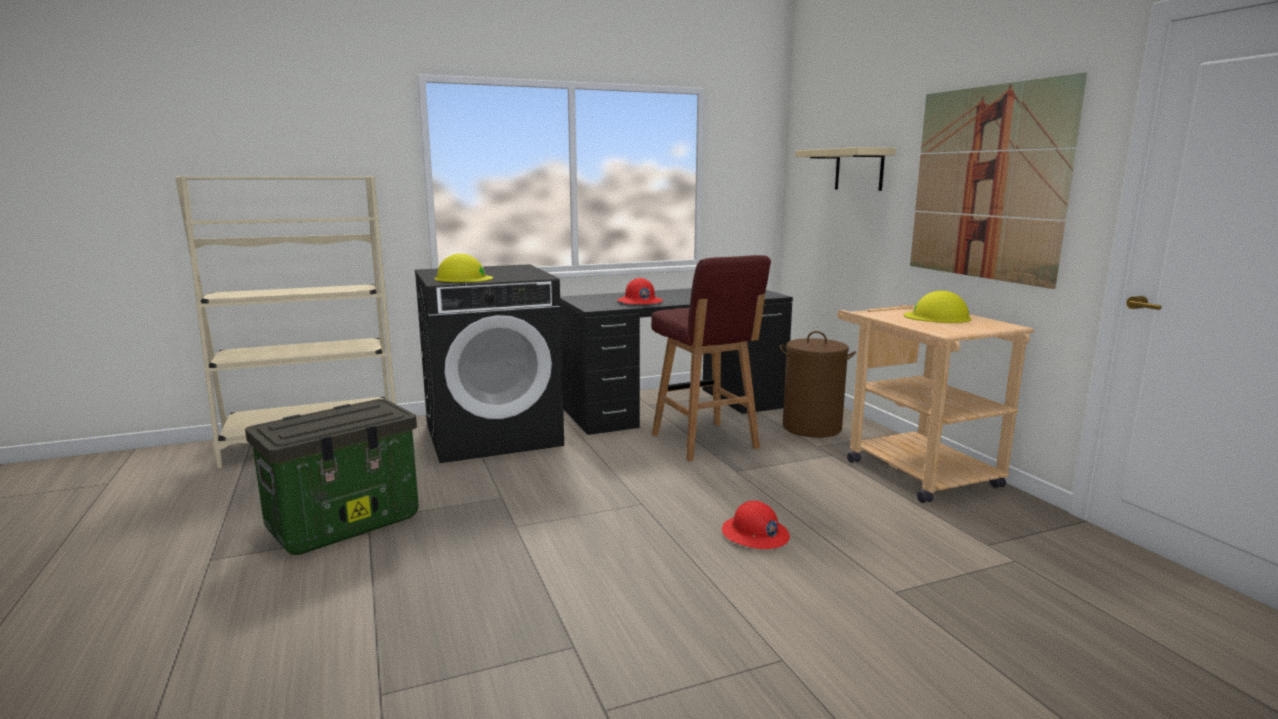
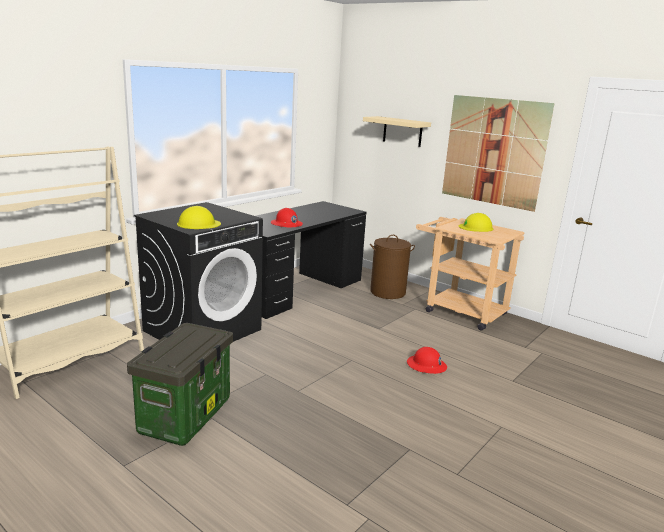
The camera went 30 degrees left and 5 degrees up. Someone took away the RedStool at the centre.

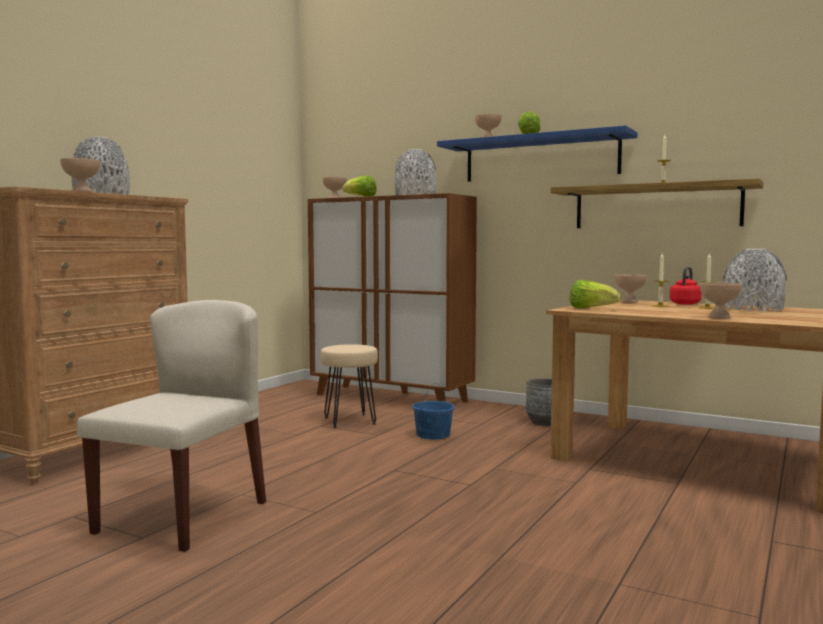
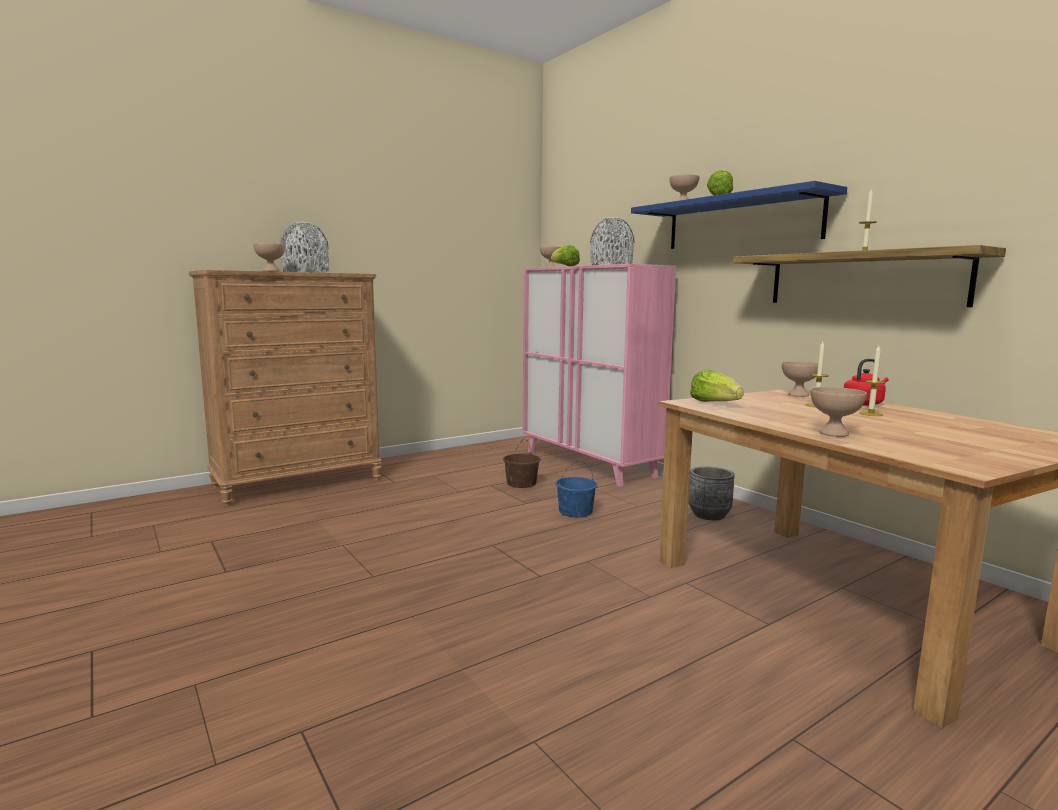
The camera went 25 degrees right and 5 degrees up. Someone repainted the BrownCabinet at the centre, which became the PinkCabinet at the centre. Someone took away the GreyVase (3rd from left) at the middle right. Someone took away the BeigeChair at the bottom left. Someone swapped the BeigeStool at the centre for the BrownBucket at the centre.

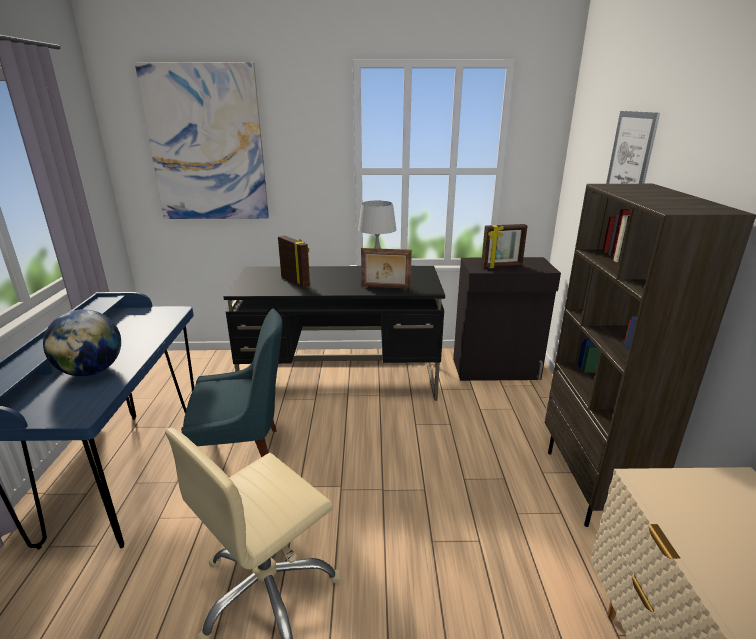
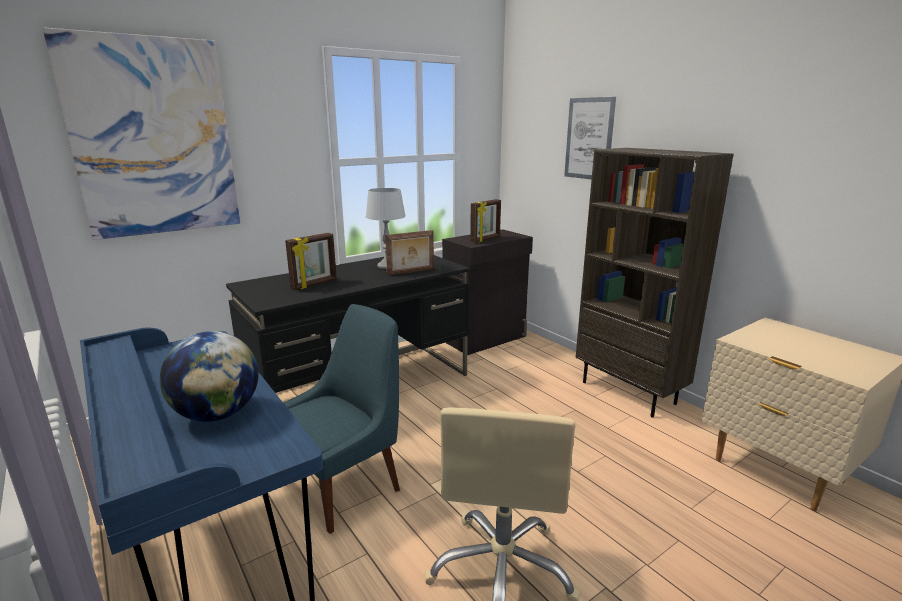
The camera went 35 degrees left and 5 degrees down. Someone rotated the PictureFrame (1st from left) at the centre by 120 degrees clockwise.

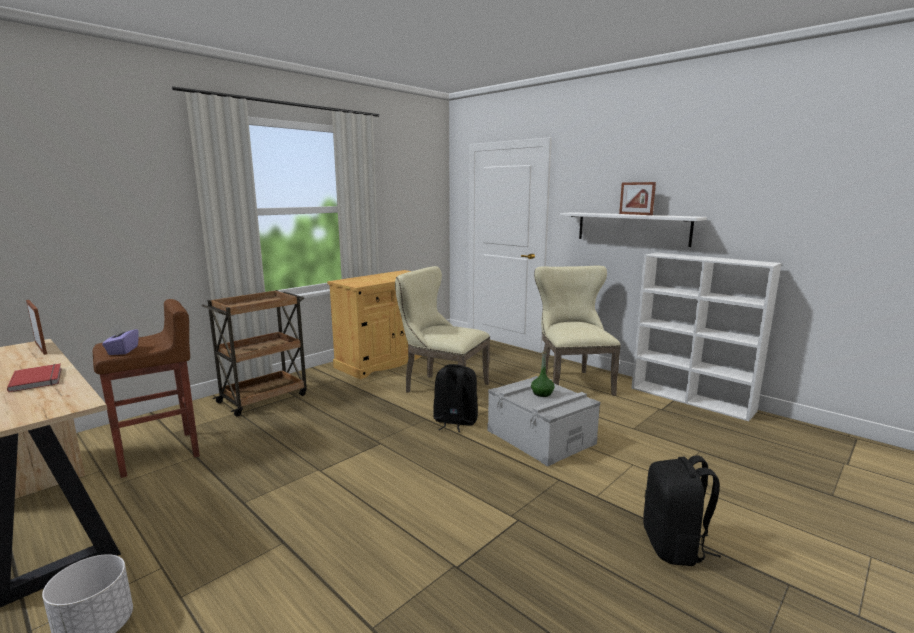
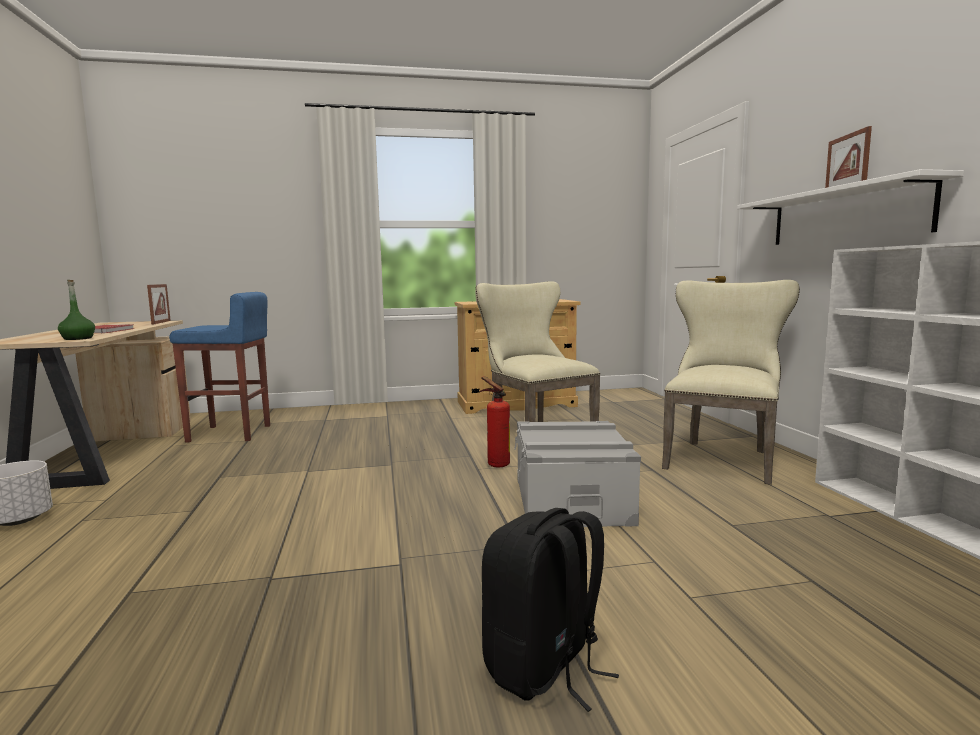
The camera went 35 degrees right and 5 degrees down. Someone took away the BrownCart at the middle left. Someone repainted the BrownStool at the middle left, which became the BlueStool at the middle left. Someone took away the PurpleTissueBox at the middle left. Someone carried the GreenBottle from the centre to the middle left. Someone swapped the BlackBackpack (1st from left) at the centre for the FireExtinguisher at the centre.

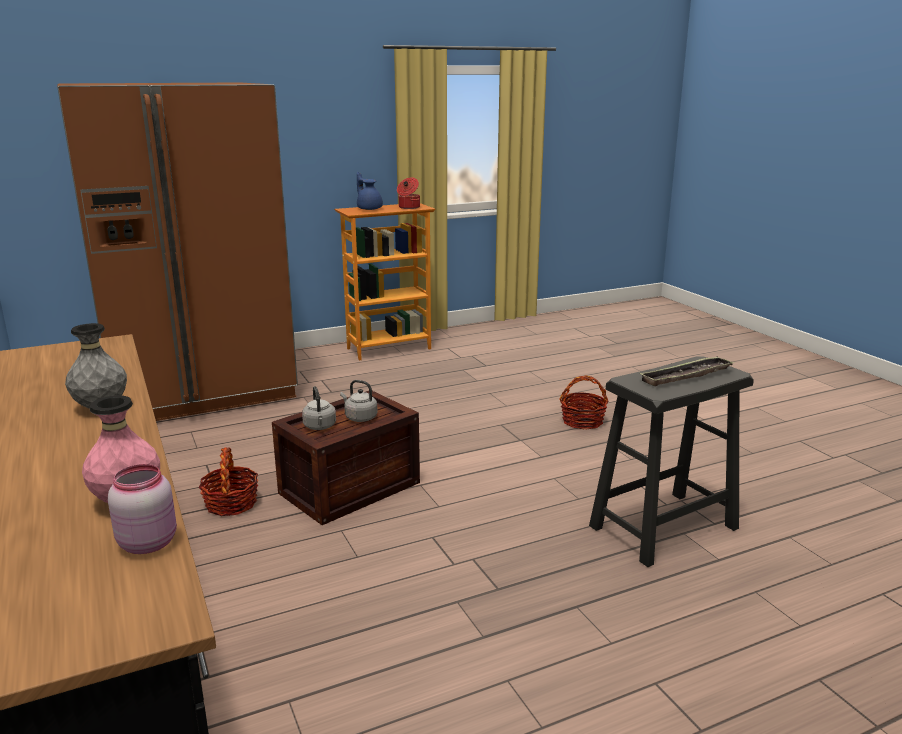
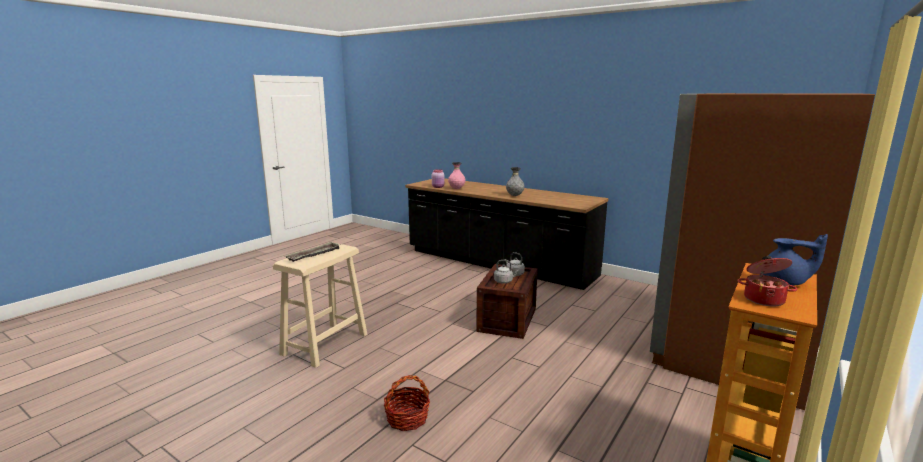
The camera went 150 degrees right and 5 degrees down. Someone repainted the BlackStool at the middle right, which became the BeigeStool at the centre. Someone took away the Basket (1st from left) at the middle left.

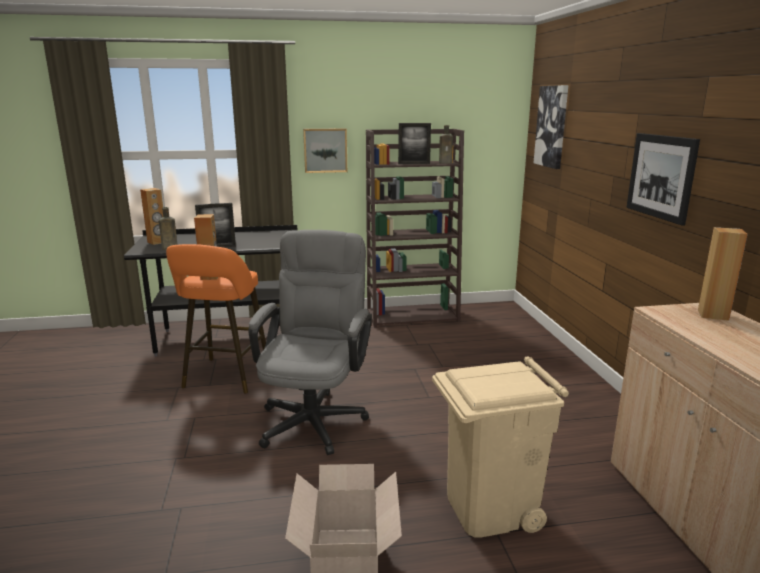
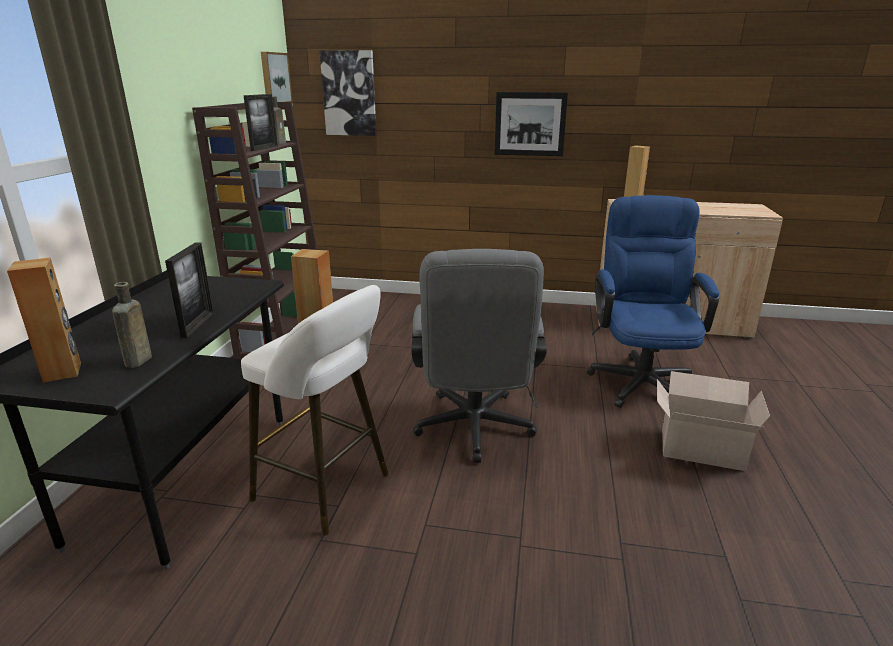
The camera went 70 degrees left and 5 degrees up. Someone carried the Picture (1st from left) from the top centre to the top left. Someone rotated the GreyOfficeChair at the centre by 120 degrees counterclockwise. Someone repainted the OrangeStool at the middle left, which became the WhiteStool at the centre. Someone swapped the BeigeTrashCan at the bottom centre for the BlueOfficeChair at the middle right.

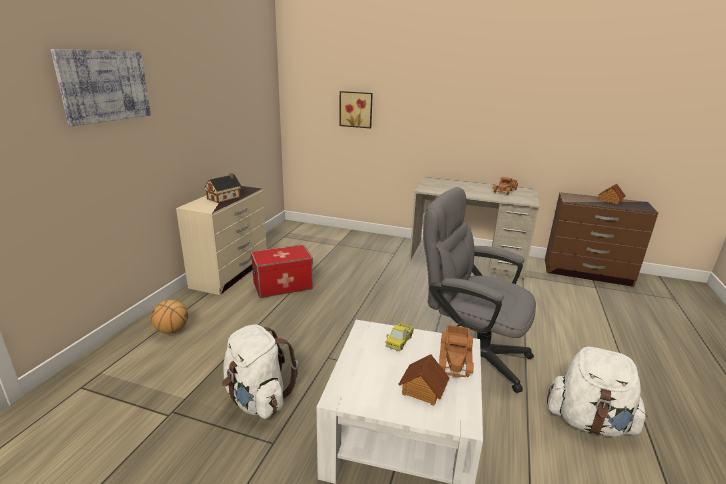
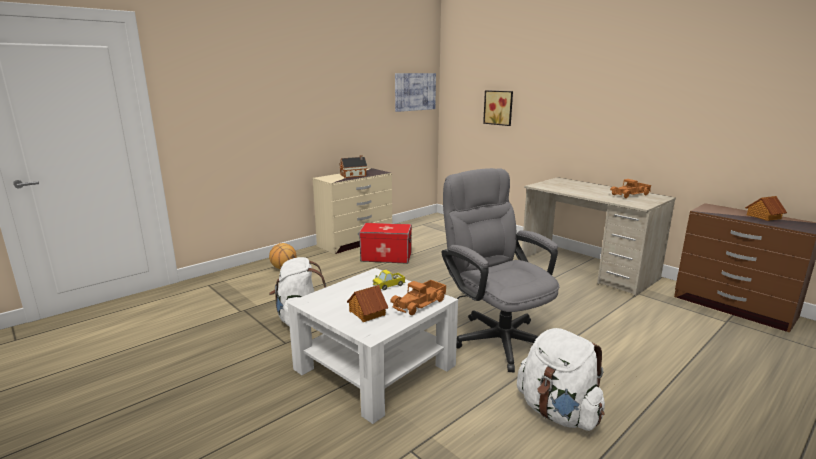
The camera went 30 degrees right and 5 degrees down. Someone carried the Picture (1st from left) from the top left to the top centre.

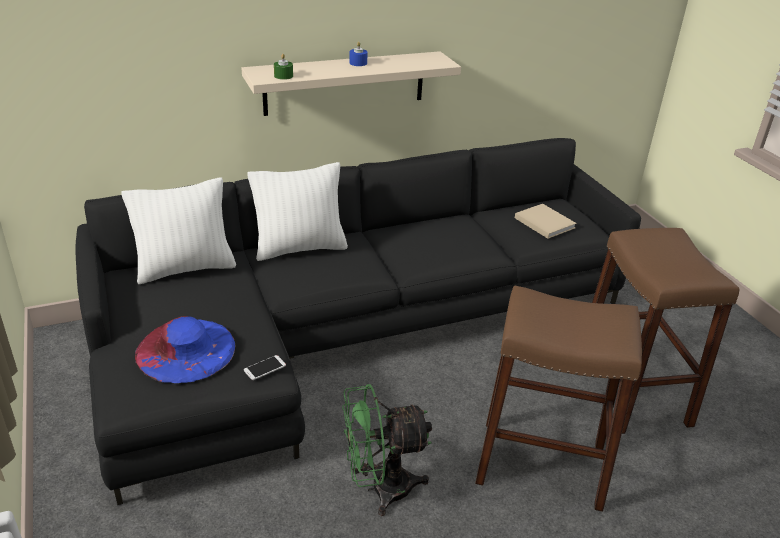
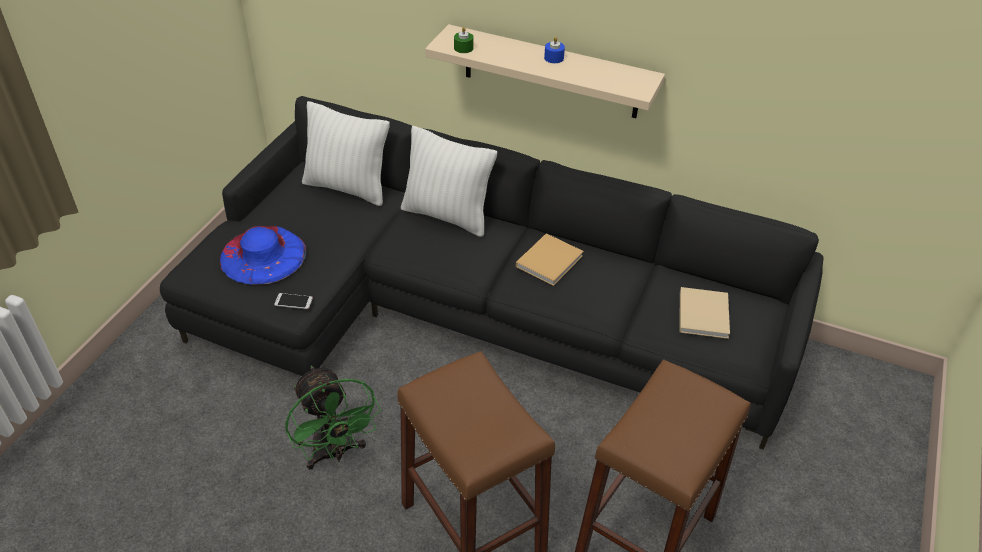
The camera went 45 degrees right and 10 degrees up. Someone rotated the GreenFan at the bottom centre by 150 degrees counterclockwise. Someone put down the BeigeBook (1st from left) at the centre.

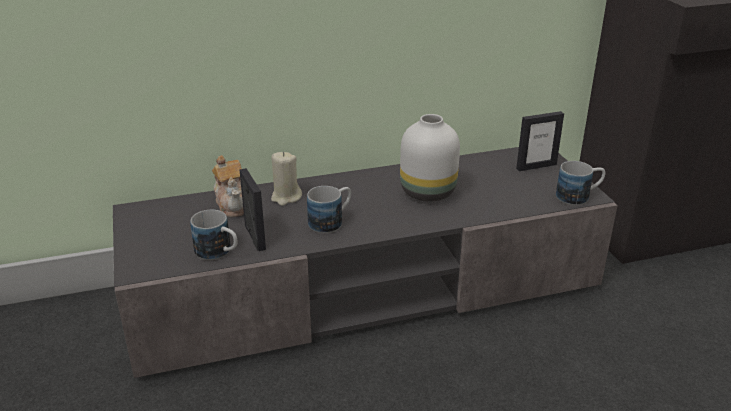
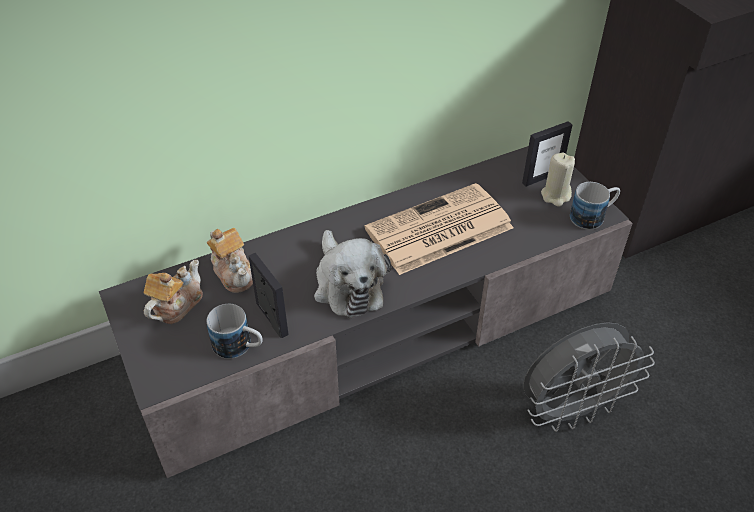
The camera went 10 degrees left and 15 degrees up. Someone swapped the WhiteVase at the centre for the Newspaper at the centre. Someone carried the BeigeCandle from the centre to the middle right. Someone swapped the Mug (2nd from left) at the centre for the PlushToy at the centre. Someone put down the Teapot (1st from left) at the middle left. Someone put down the GreyFan at the bottom right.

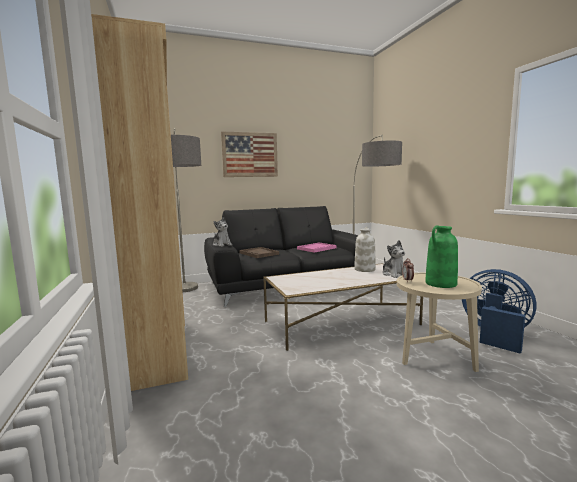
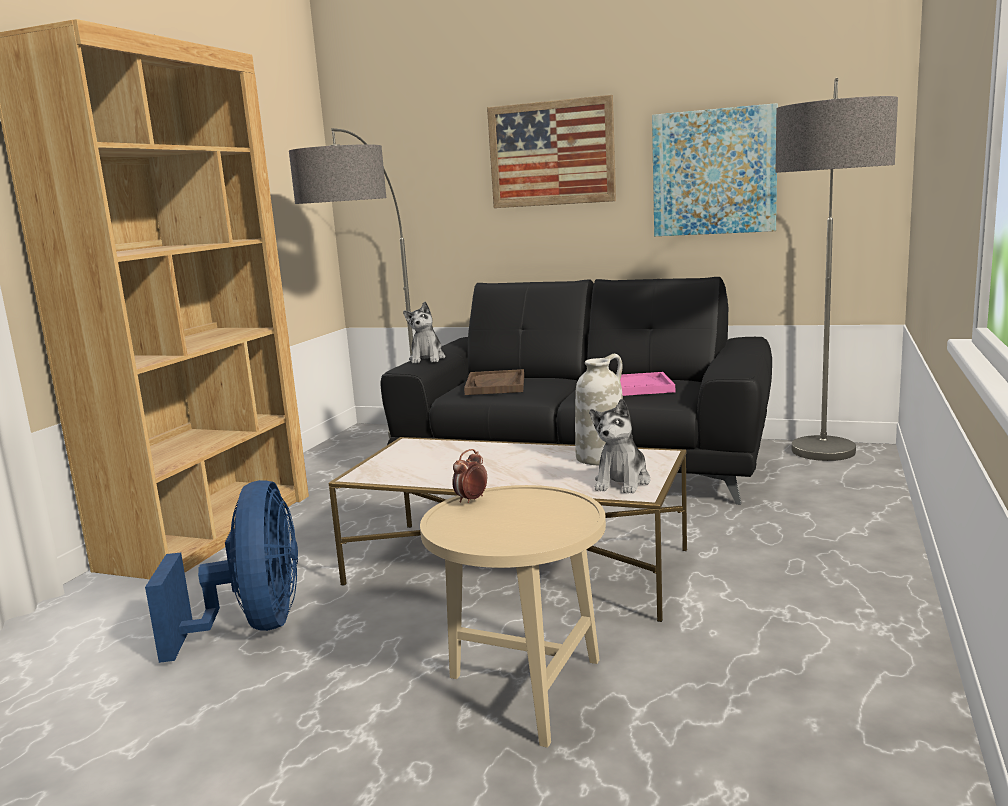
The camera went 40 degrees right and 5 degrees up. Someone took away the GreenVase at the middle right. Someone carried the BlueFan from the middle right to the bottom left. Someone put up the Picture (2nd from left) at the top right.

